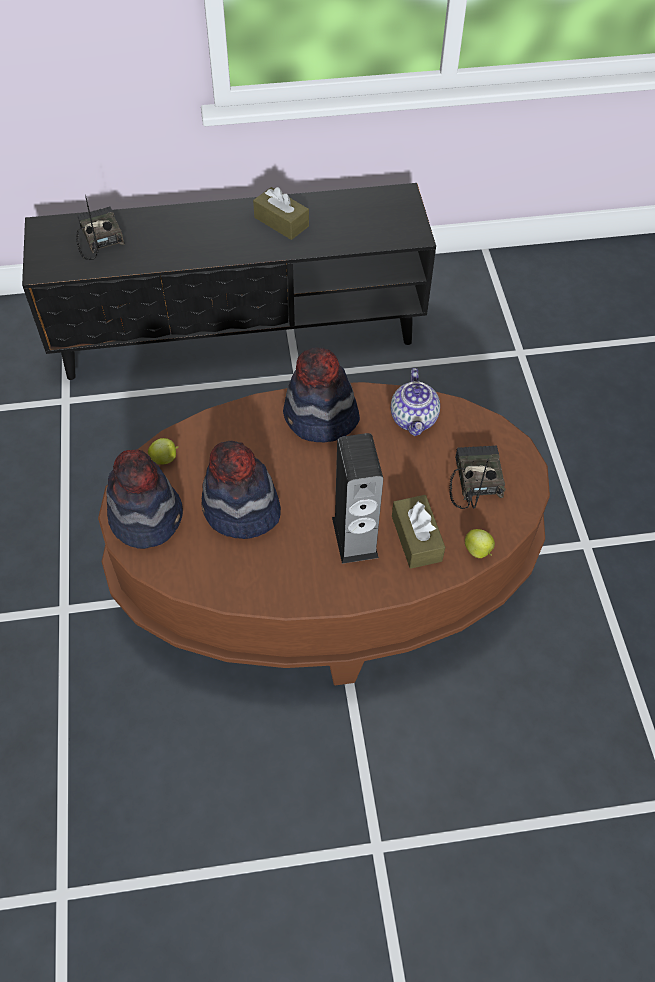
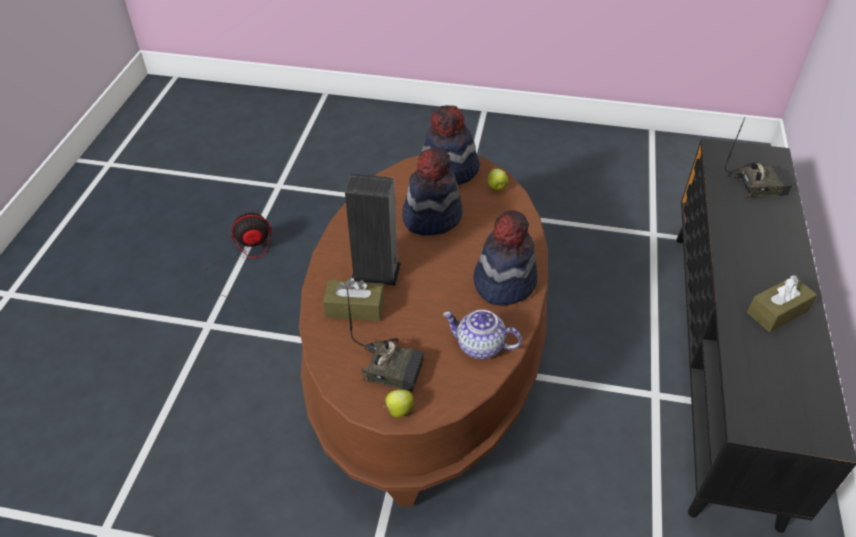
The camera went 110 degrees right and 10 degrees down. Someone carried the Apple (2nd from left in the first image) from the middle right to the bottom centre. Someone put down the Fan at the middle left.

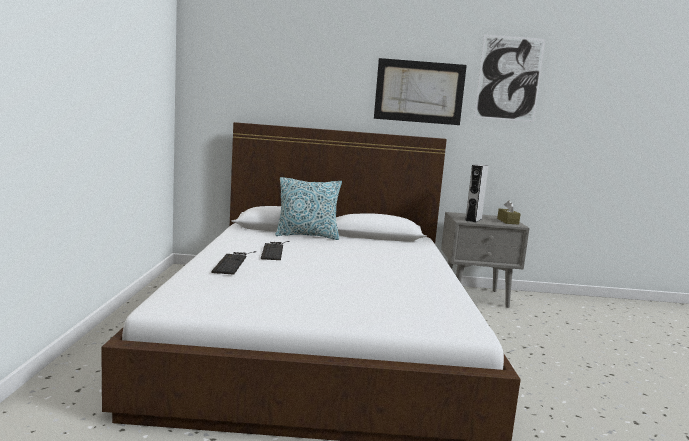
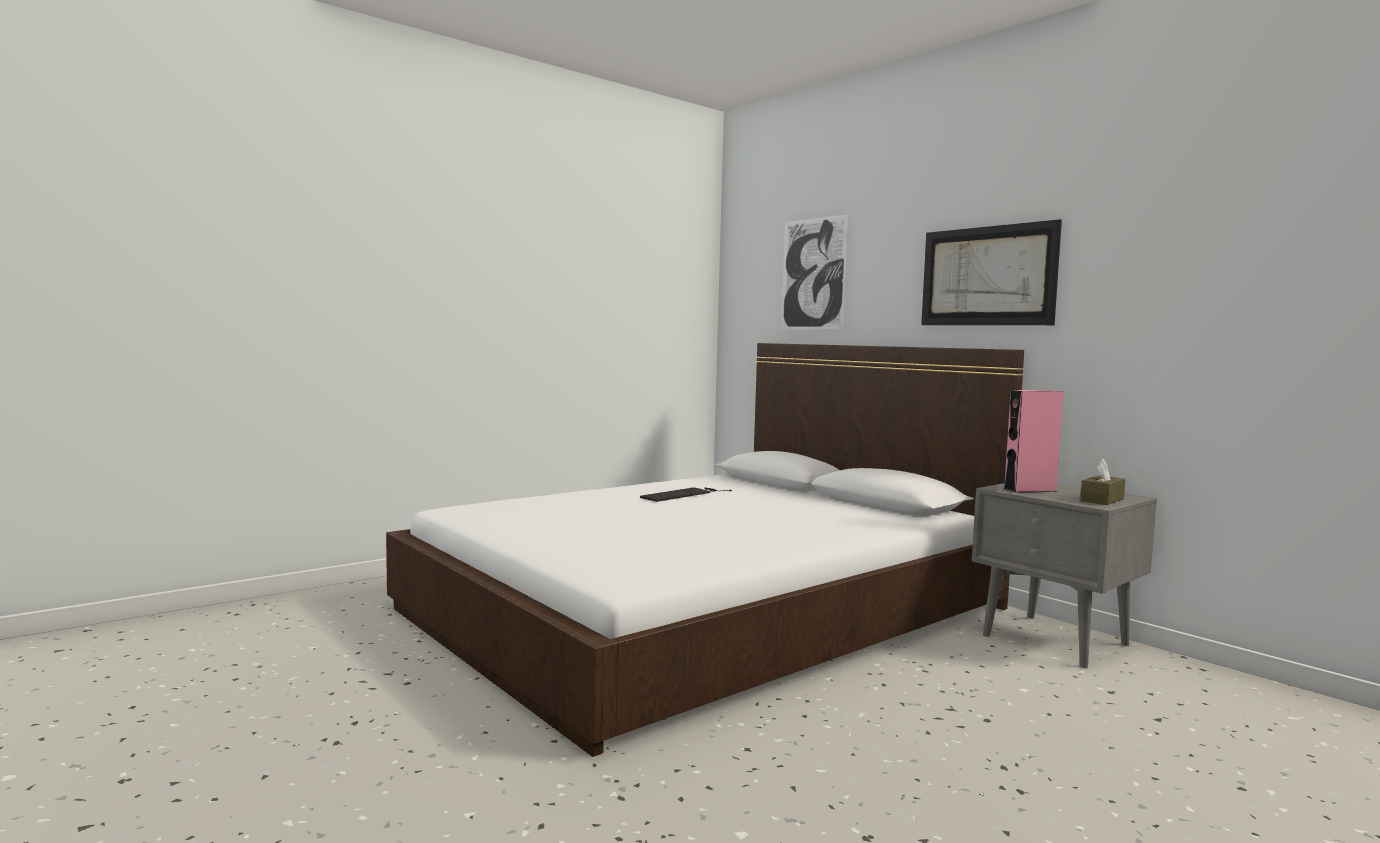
The camera went 50 degrees right and 5 degrees down. Someone carried the Picture (2nd from left in the first image) from the top right to the top centre. Someone repainted the GreySpeaker at the middle right, which became the PinkSpeaker at the middle right. Someone took away the Pillow at the centre. Someone took away the Keyboard (1st from left) at the centre.

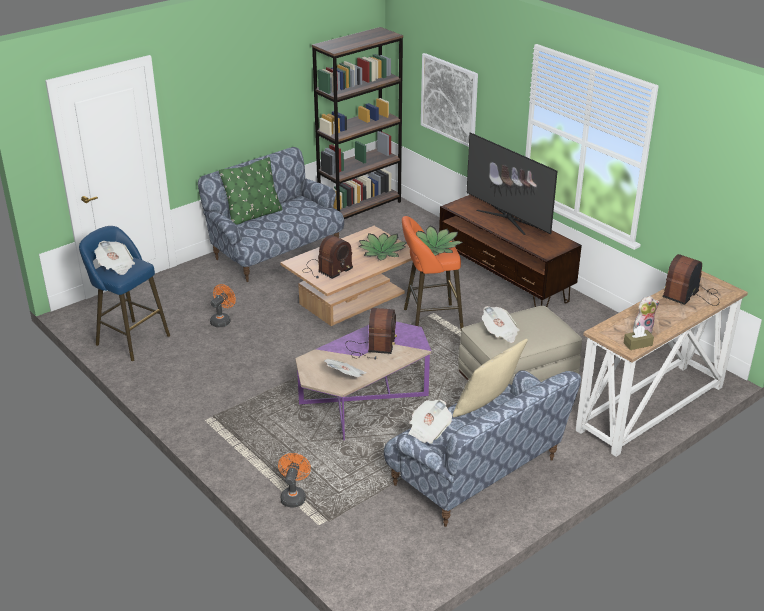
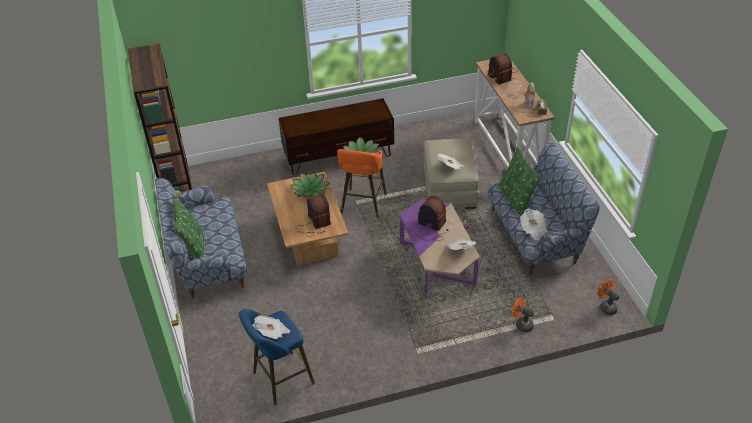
The camera went 65 degrees left and 10 degrees up. Someone took away the Picture at the top centre. Someone took away the Television at the top right. Someone carried the OrangeFan (1st from left in the first image) from the middle left to the bottom right. Someone repainted the BeigePillow at the centre, which became the GreenPillow (2nd from left) at the middle right.

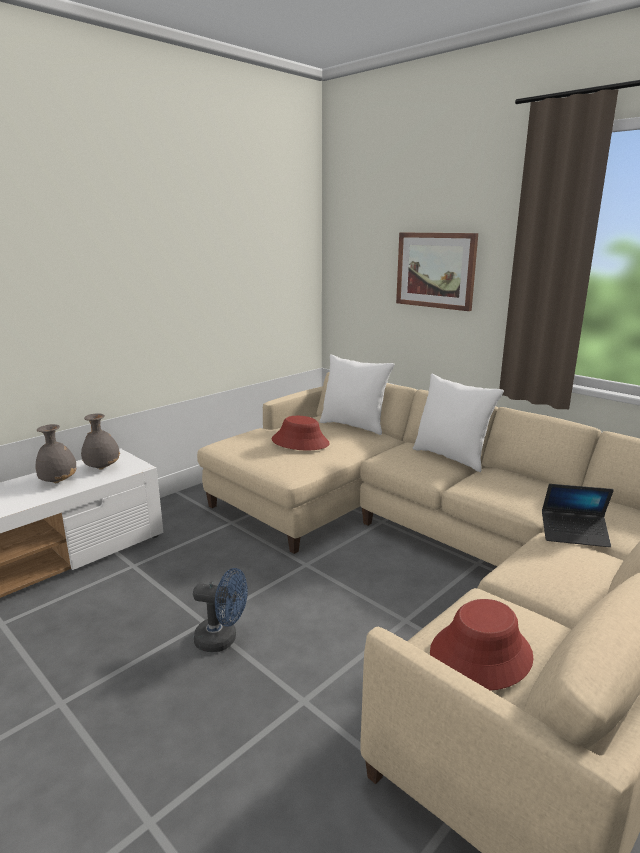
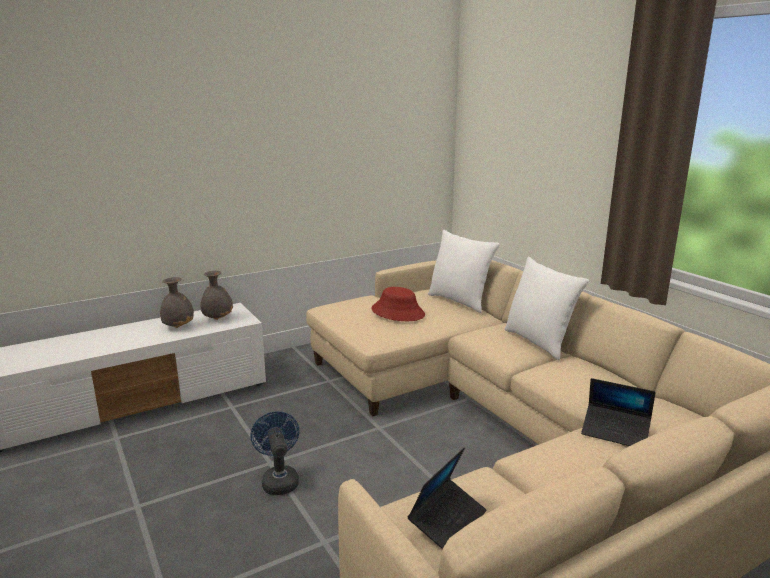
The camera went 15 degrees right and 0 degrees up. Someone took away the Picture at the top right. Someone rotated the BlueFan at the bottom centre by 135 degrees counterclockwise. Someone swapped the RedHat (2nd from left) at the bottom right for the Laptop (1st from left) at the bottom centre.

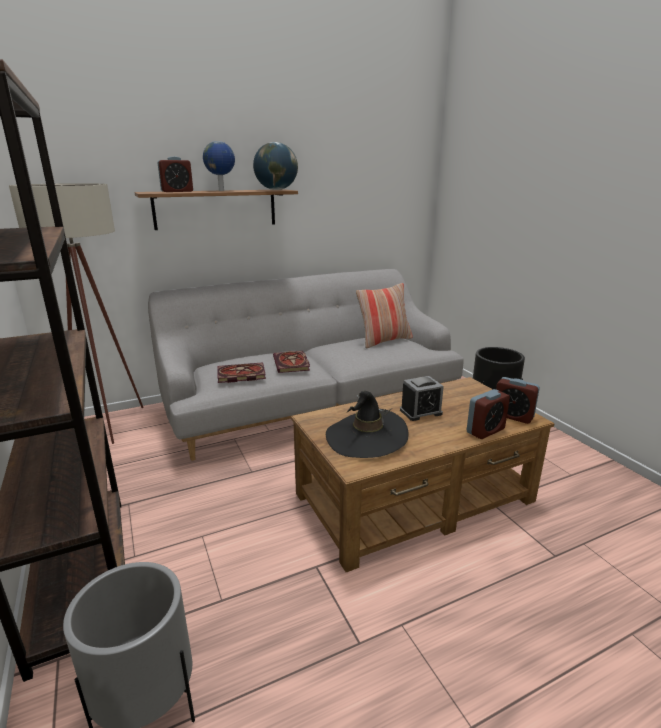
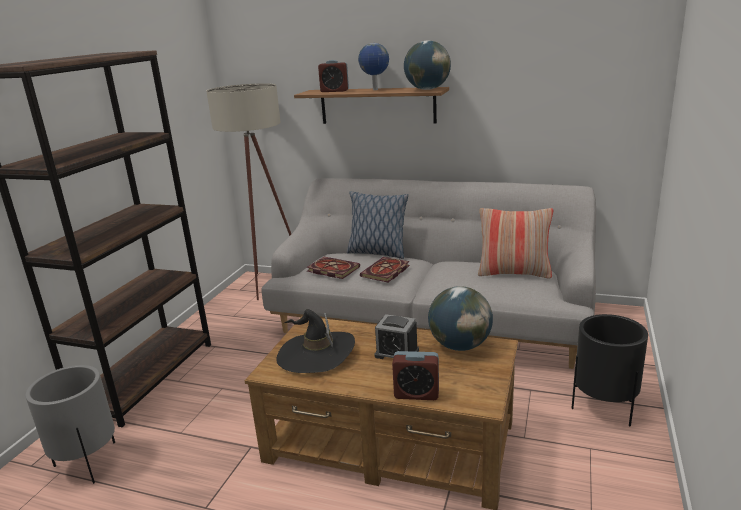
The camera went 45 degrees right and 0 degrees up. Someone took away the AlarmClock (4th from left) at the middle right. Someone put down the Pillow (1st from left) at the centre. Someone put down the Globe (3rd from left) at the centre.

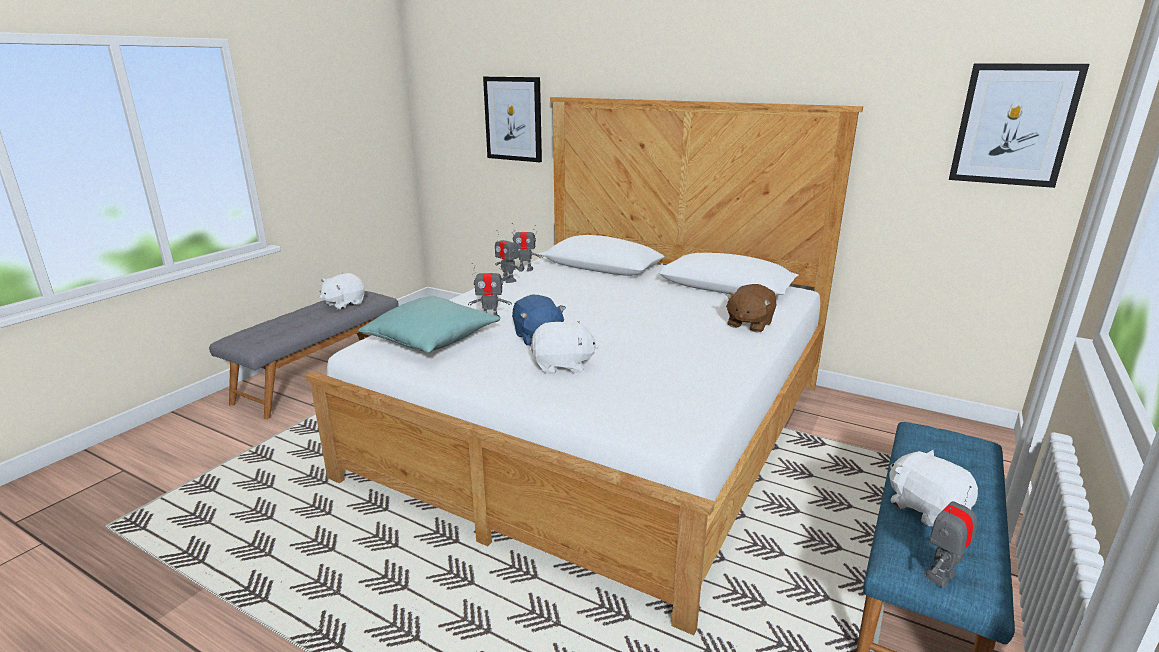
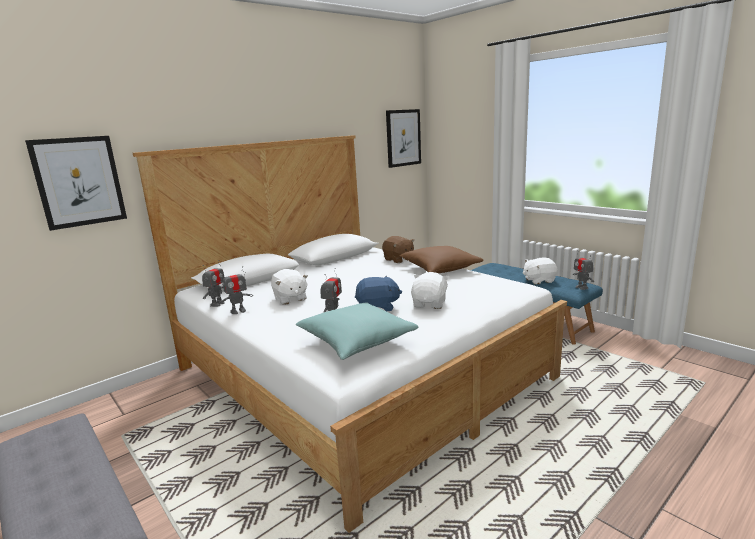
The camera went 70 degrees left and 5 degrees down. Someone carried the WhitePlushToy (1st from left) from the middle left to the centre. Someone put down the BrownPillow at the centre.

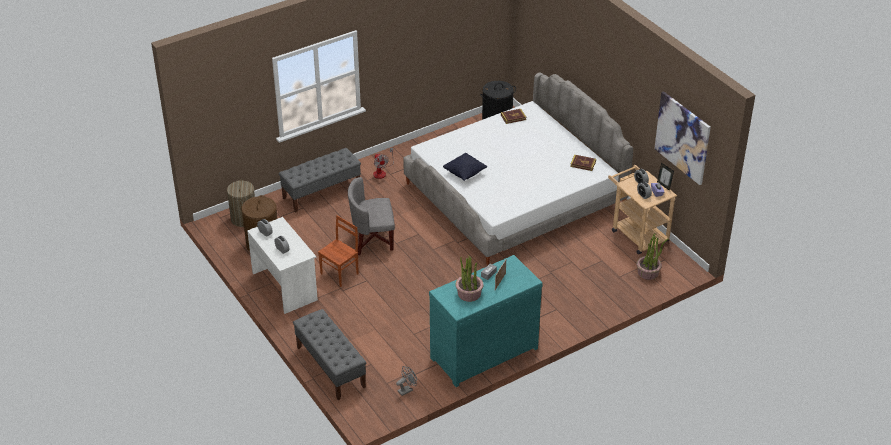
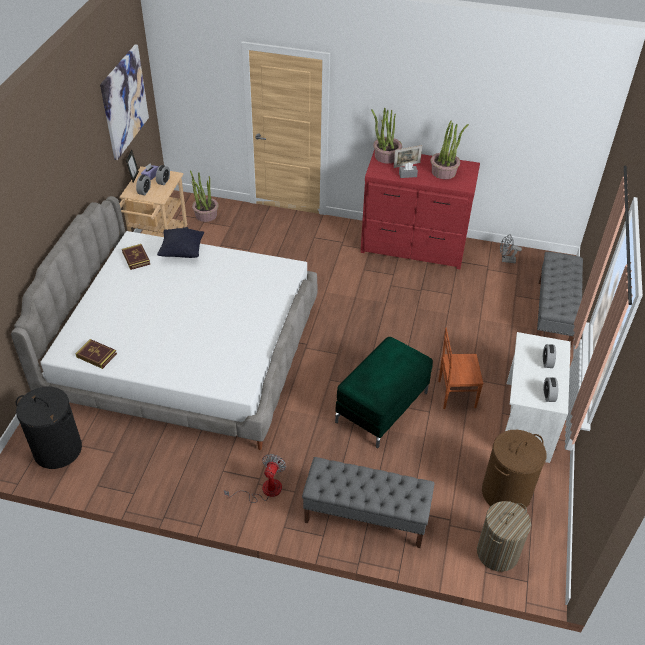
The camera went 135 degrees left and 5 degrees up. Someone carried the BlackPillow from the centre to the middle left. Someone swapped the GreyArmchair at the centre for the GreenOttoman at the centre. Someone repainted the TurquoiseDresser at the bottom centre, which became the RedDresser at the top centre. Someone put down the PottedPlant (2nd from left) at the top centre.

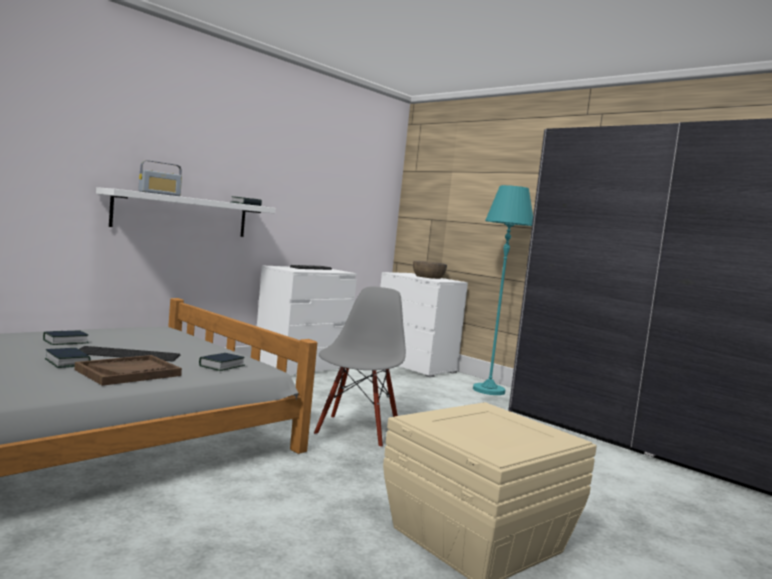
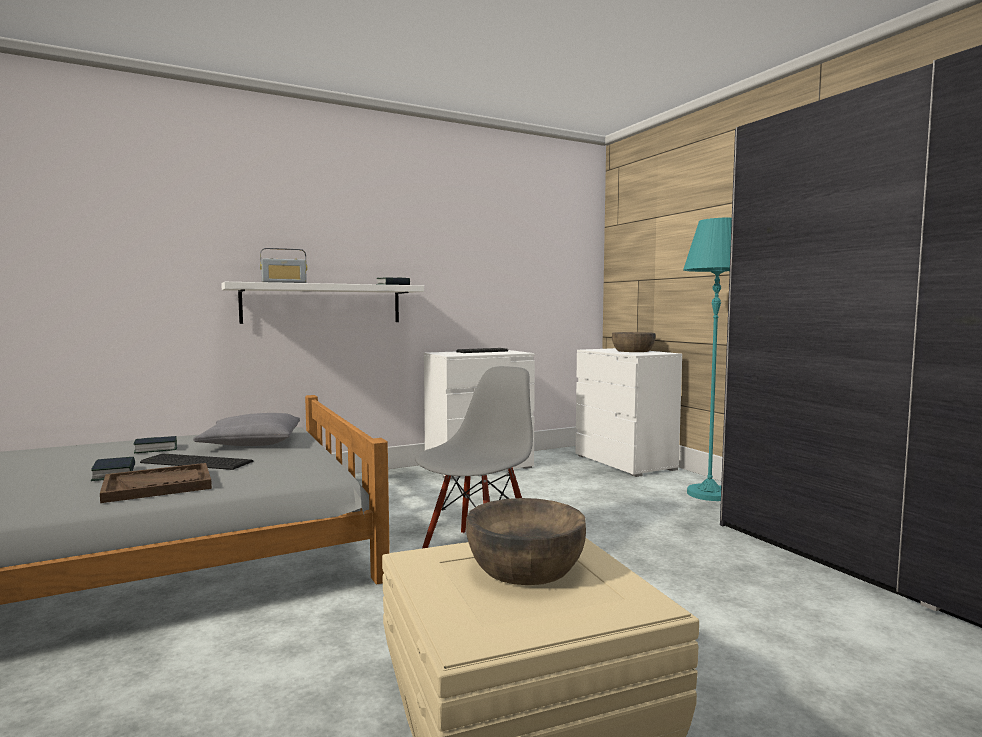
The camera went 20 degrees right and 0 degrees up. Someone took away the Book (3rd from left) at the middle left. Someone put down the GreyPillow at the middle left. Someone put down the BrownBowl (1st from left) at the bottom centre.

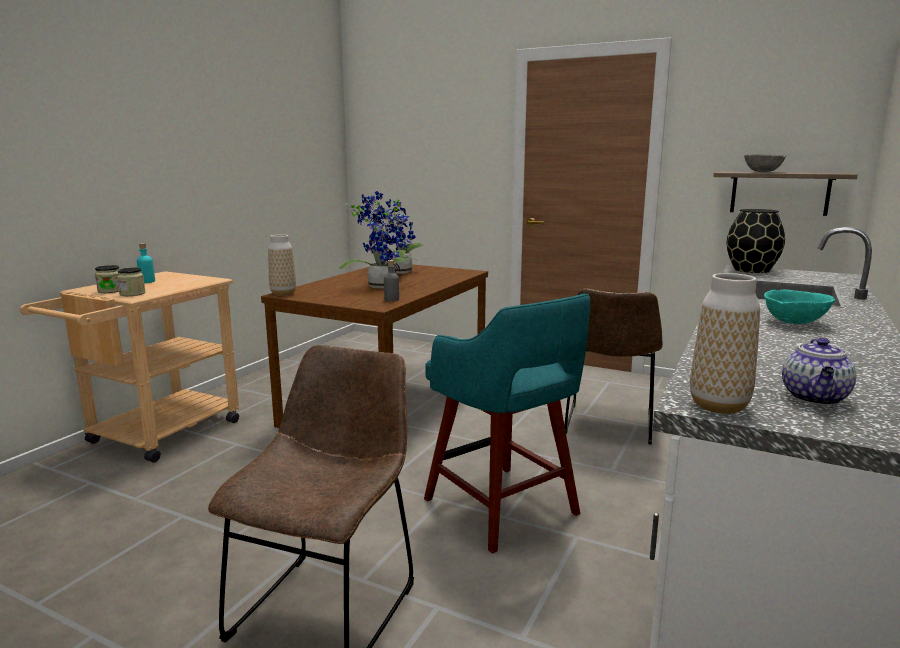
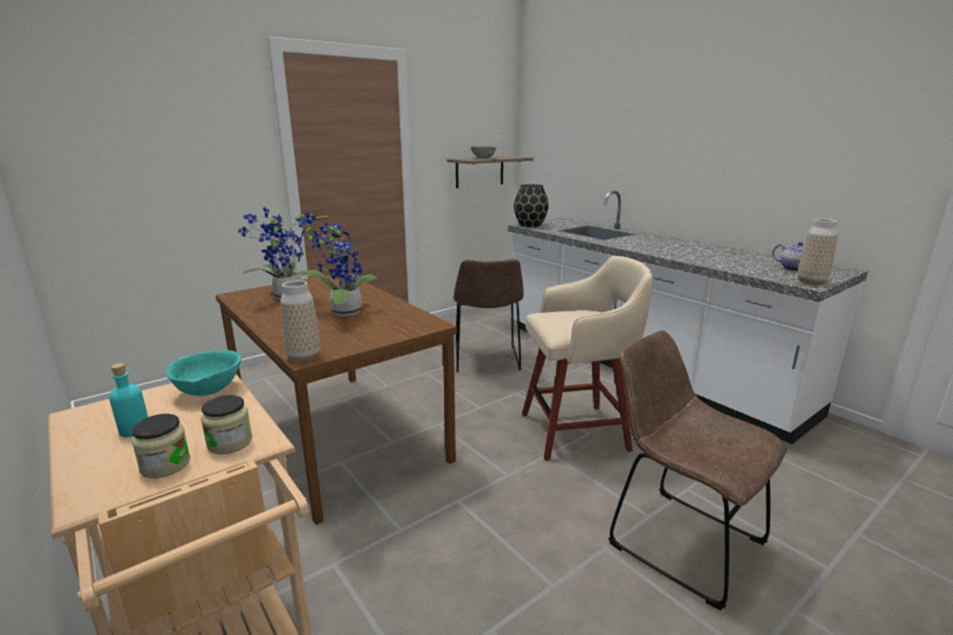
The camera went 65 degrees left and 5 degrees up. Someone took away the GreyBottle at the centre. Someone rotated the BrownChair (2nd from left in the first image) at the middle right by 45 degrees clockwise. Someone carried the TurquoiseBowl from the middle right to the middle left. Someone repainted the TurquoiseStool at the centre, which became the BeigeStool at the centre.

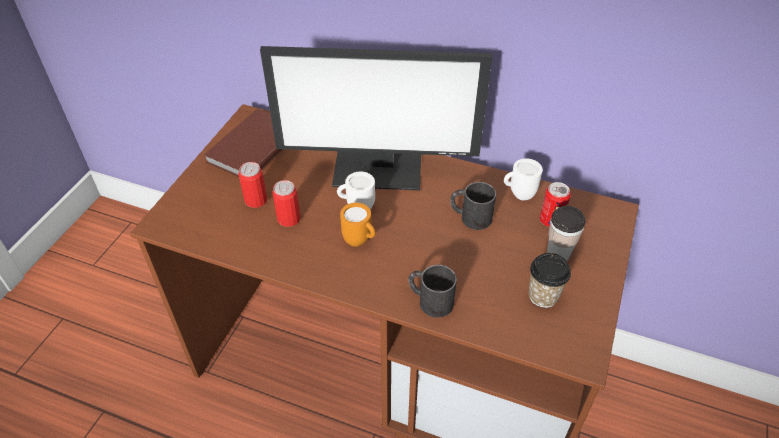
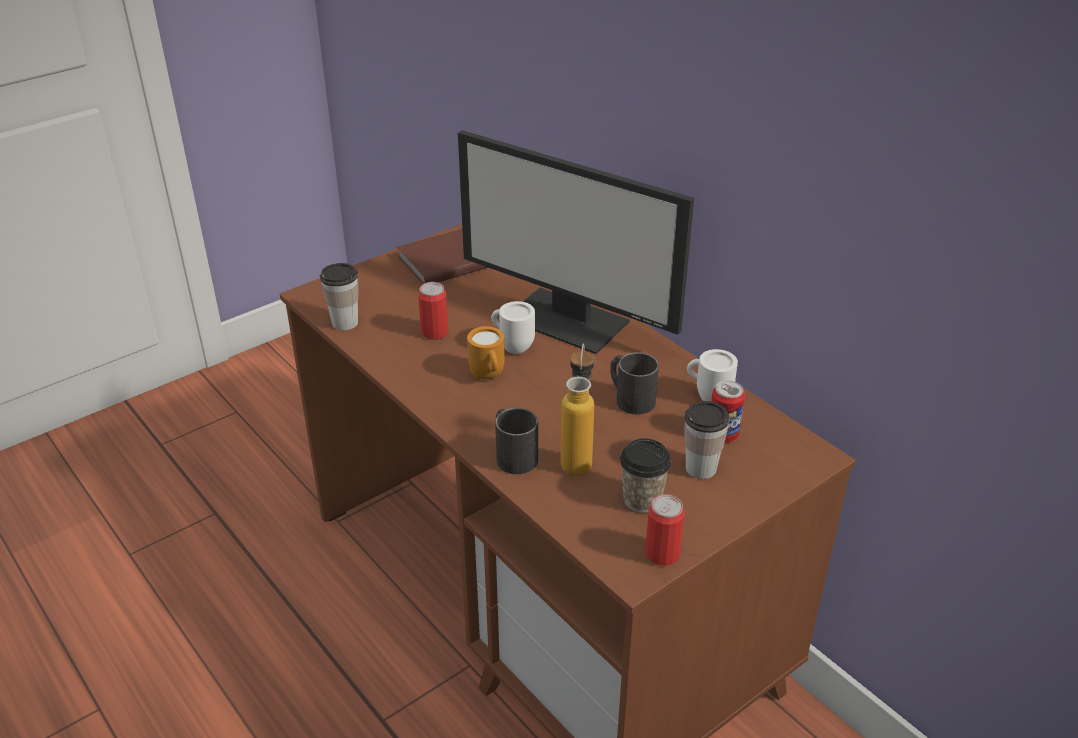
The camera went 30 degrees right and 10 degrees down. Someone carried the Can (1st from left in the first image) from the middle left to the bottom centre. Someone put down the Cup (1st from left) at the middle left. Someone put down the Bottle at the centre.

